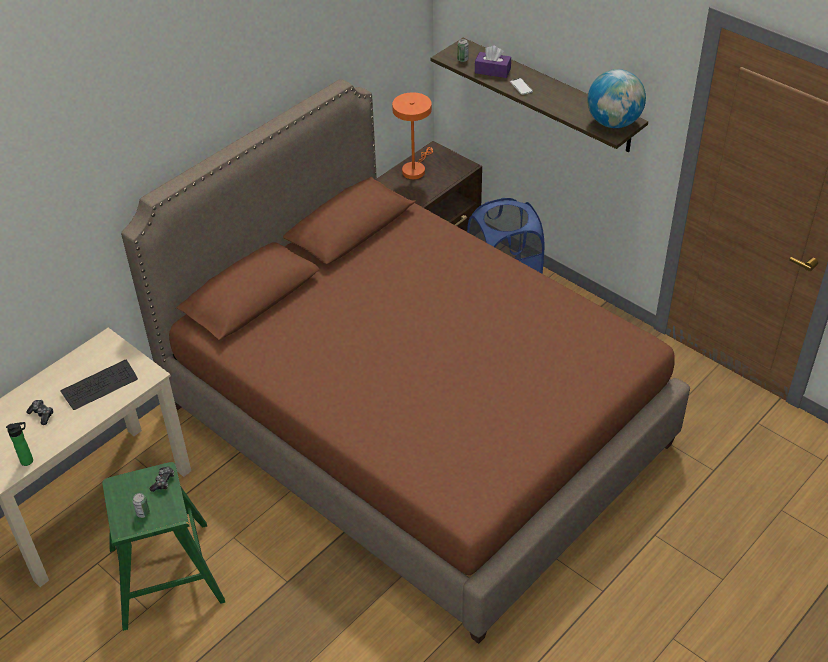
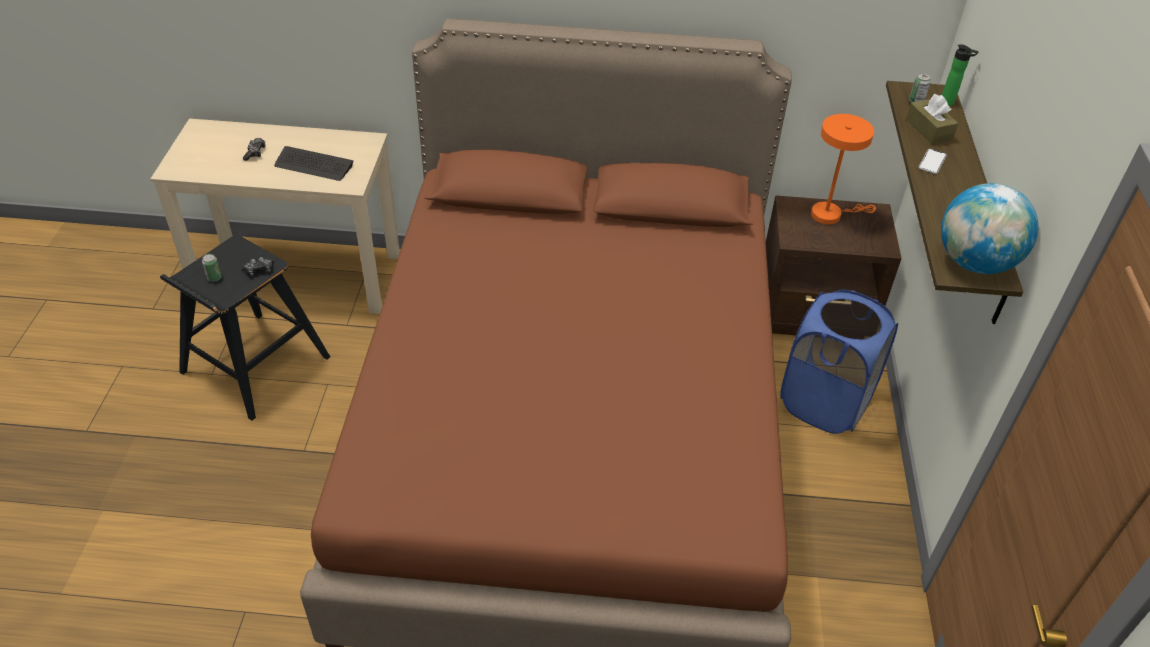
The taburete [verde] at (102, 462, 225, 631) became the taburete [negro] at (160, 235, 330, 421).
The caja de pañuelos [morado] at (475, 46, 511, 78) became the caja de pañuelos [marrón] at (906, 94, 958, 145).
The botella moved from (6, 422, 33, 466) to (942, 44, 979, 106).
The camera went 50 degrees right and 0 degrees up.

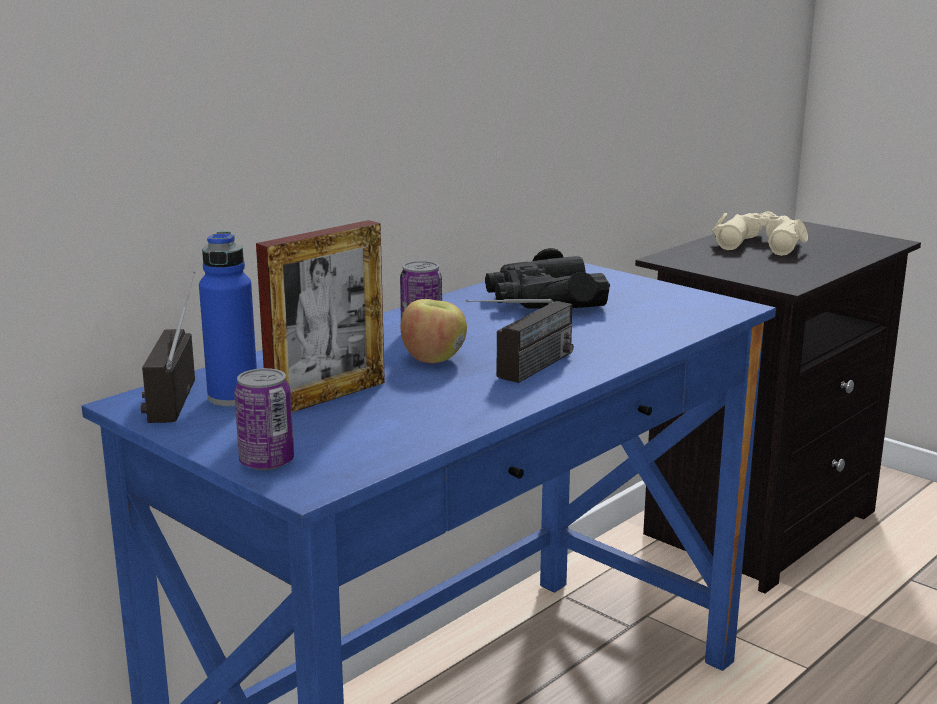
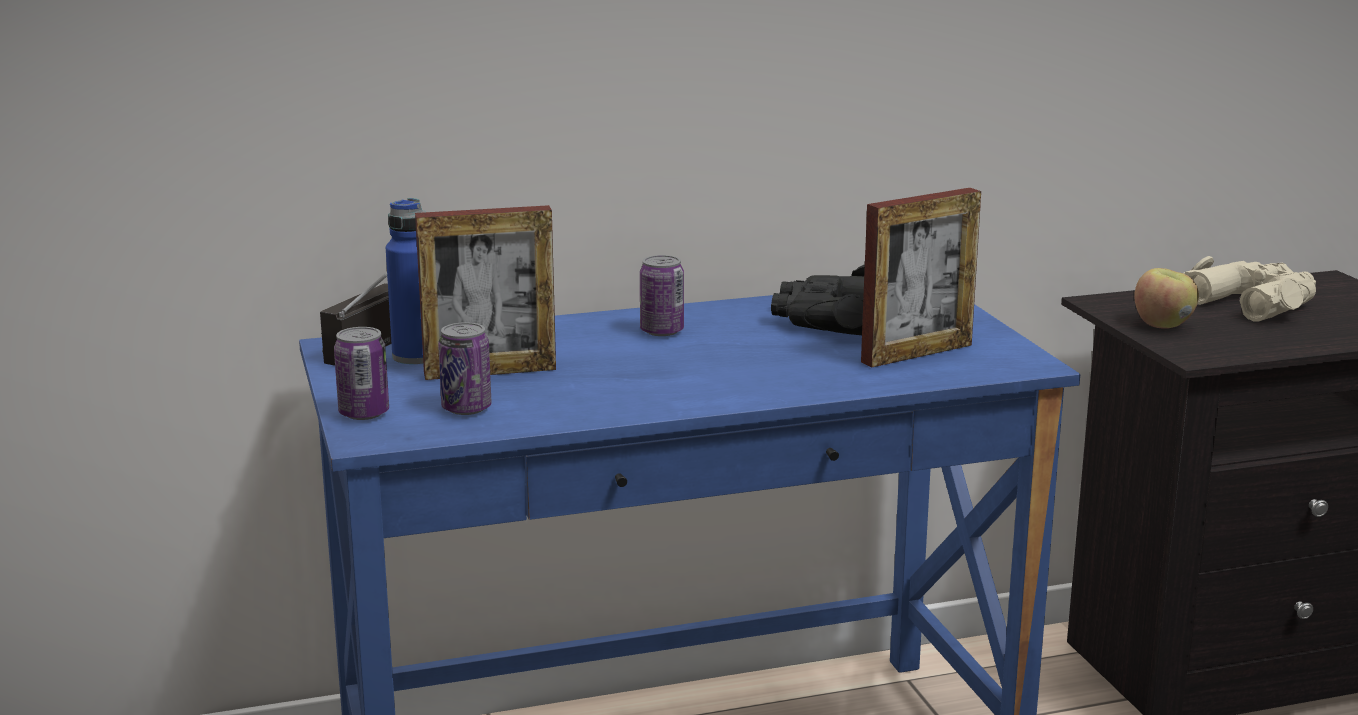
The lata at (438, 322, 492, 415) appeared.
The portarretratos at (861, 188, 981, 367) appeared.
The manzana moved from (400, 299, 467, 364) to (1134, 268, 1199, 329).
The radio at (465, 299, 574, 383) disappeared.
The camera went 30 degrees right and 0 degrees up.

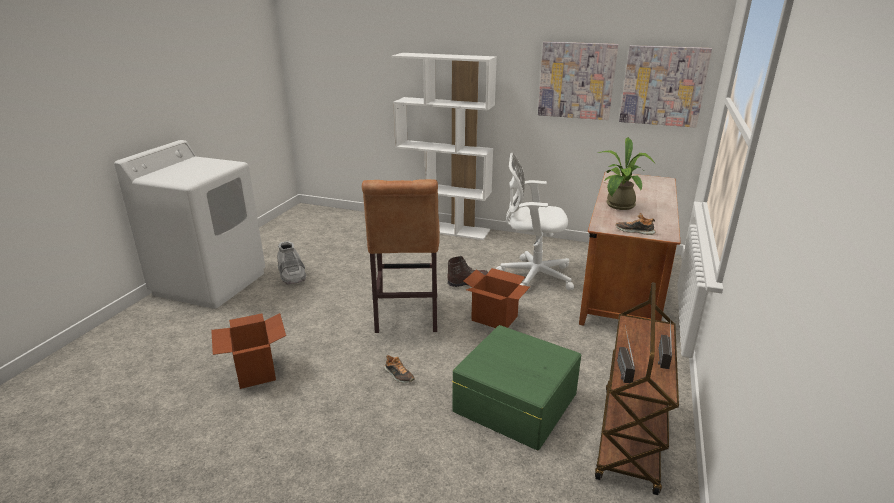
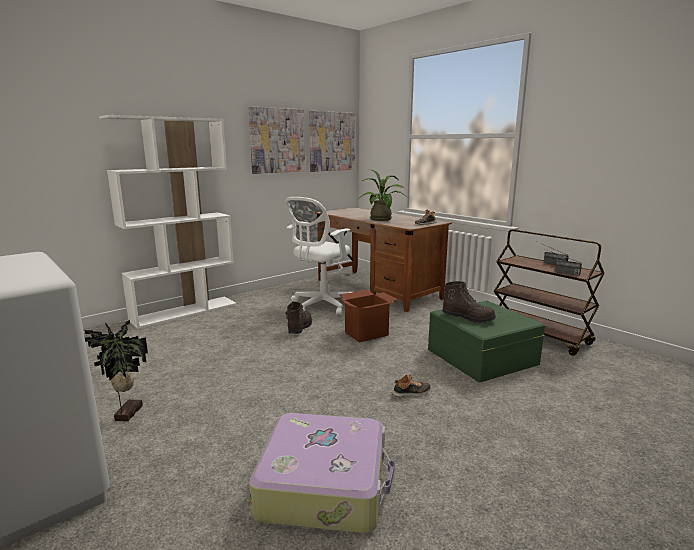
The bota [gris] at (277, 241, 306, 284) was replaced by the planta en maceta at (84, 320, 148, 421).
The caja de cartón at (211, 313, 286, 389) was replaced by the maleta at (249, 413, 395, 533).
The bota [marrón] at (442, 281, 496, 324) appeared.
The taburete [marrón] at (362, 179, 440, 333) disappeared.
The camera went 60 degrees left and 10 degrees down.

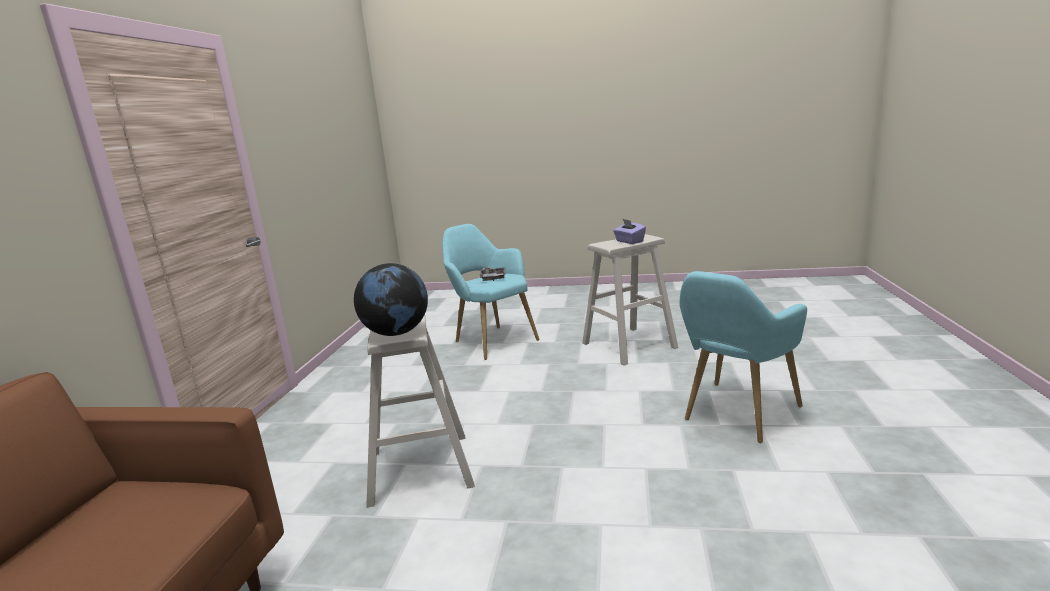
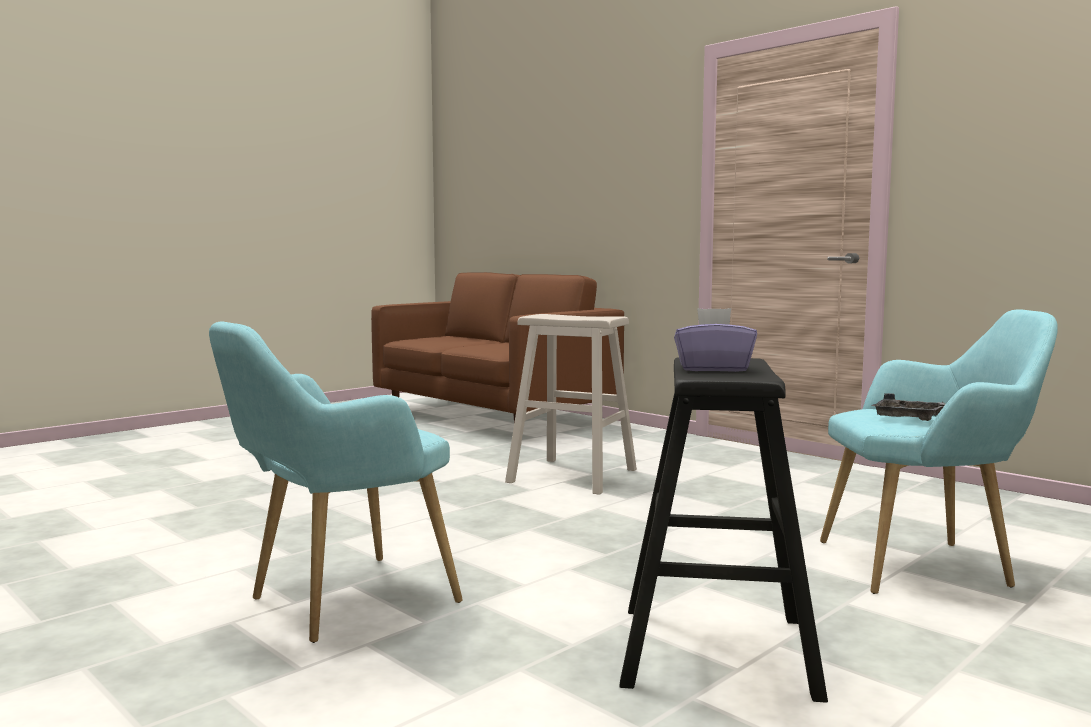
The sillón [turquesa] at (679, 271, 807, 443) turned 120 degrees counterclockwise.
The taburete [beis] at (582, 234, 678, 366) became the taburete [negro] at (619, 357, 828, 703).
The globo terráqueo at (354, 263, 428, 336) disappeared.
The camera went 125 degrees right and 10 degrees down.

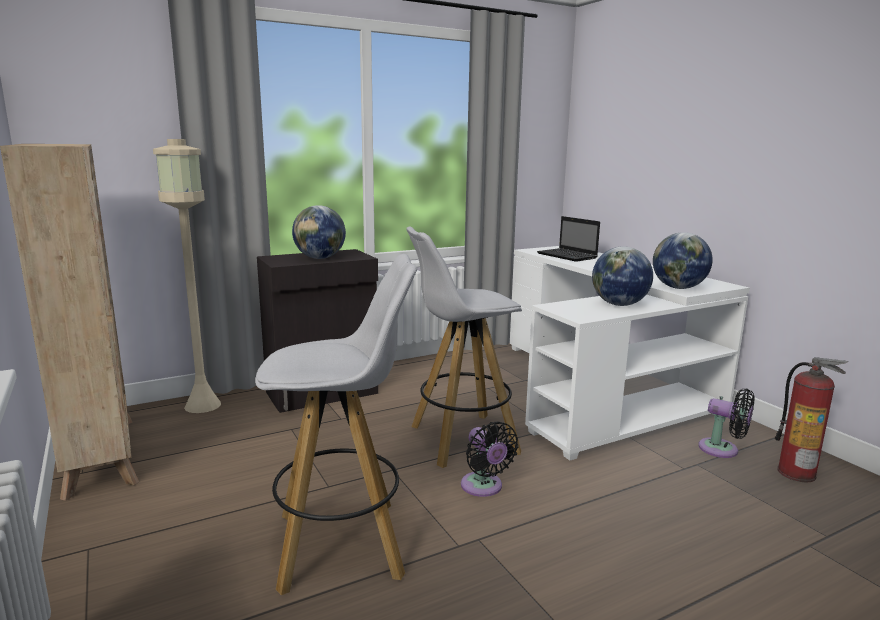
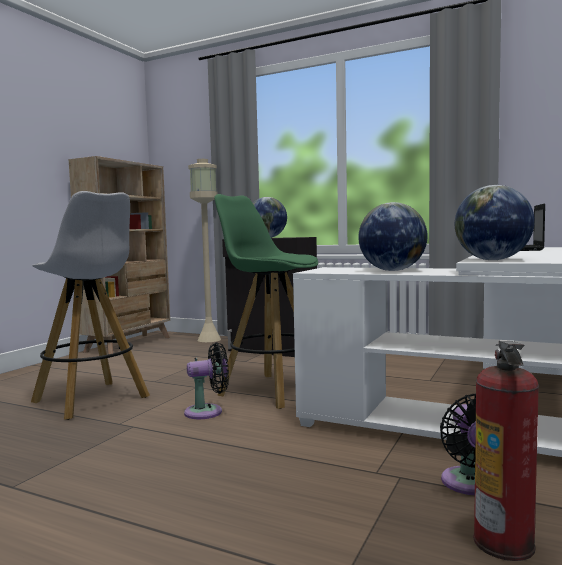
The ventilador [negro] at (461, 422, 519, 497) turned 135 degrees counterclockwise.
The taburete [blanco] at (406, 227, 522, 468) became the taburete [verde] at (214, 194, 318, 409).
The camera went 55 degrees right and 10 degrees down.

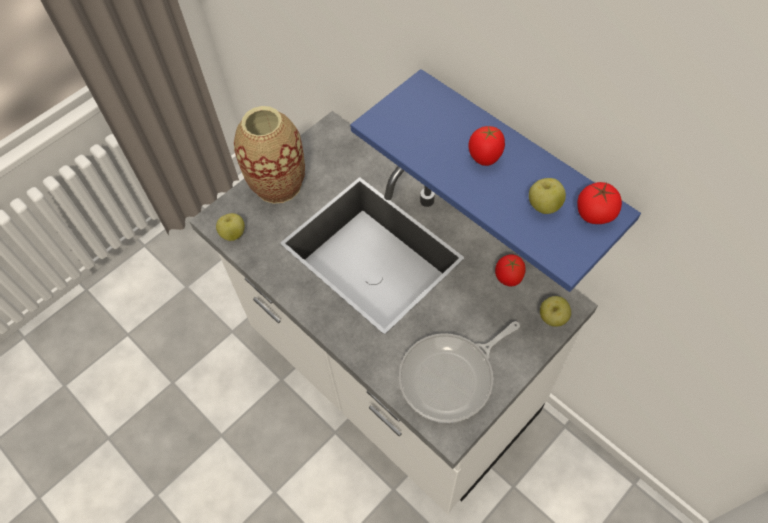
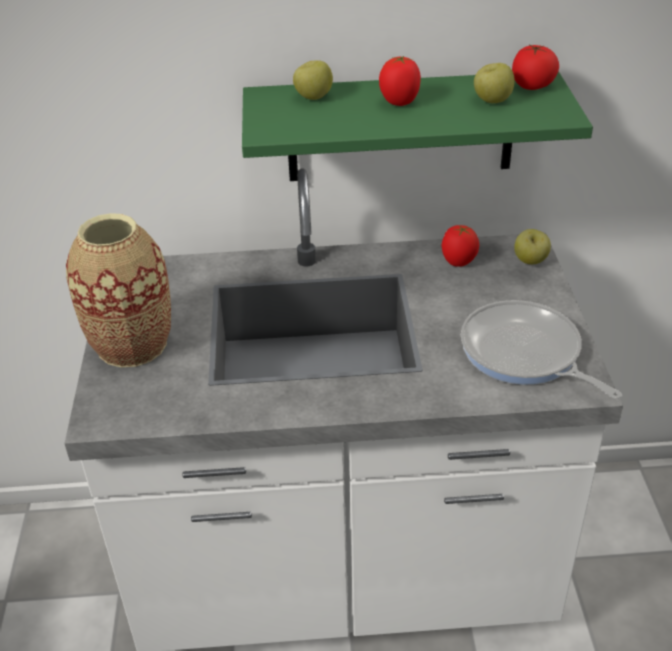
The estante [azul] at (350, 69, 641, 292) became the estante [verde] at (242, 71, 593, 181).
The manzana moved from (216, 213, 245, 241) to (293, 60, 333, 100).
The sartén at (399, 321, 520, 423) turned 135 degrees clockwise.
The camera went 50 degrees left and 20 degrees down.

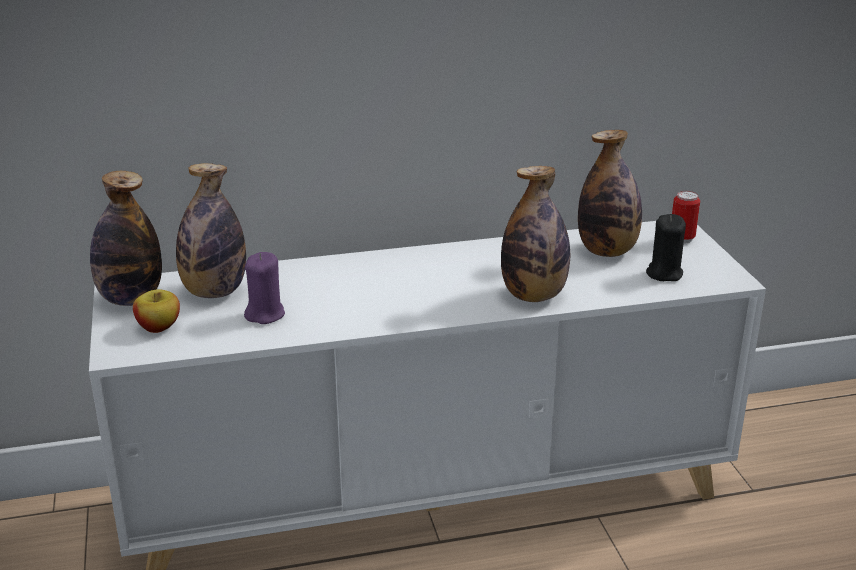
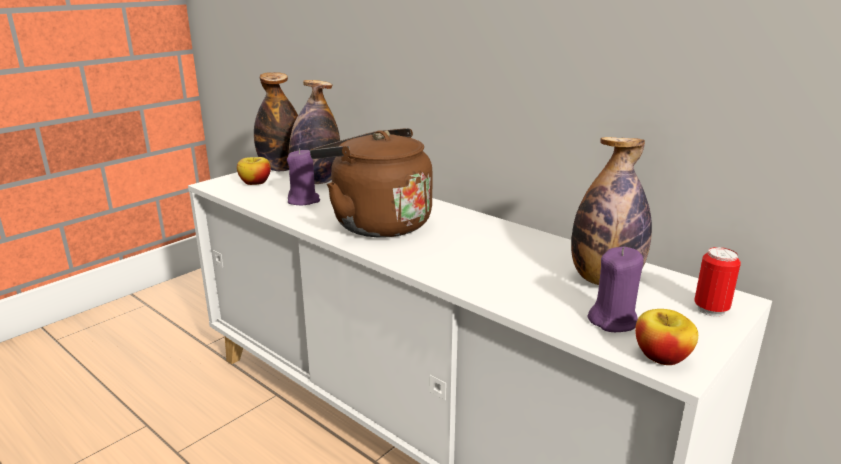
The hervidor [marrón] at (310, 128, 433, 238) appeared.
The vela [negro] at (646, 214, 686, 281) became the vela [morado] at (588, 247, 643, 332).
The manzana at (635, 309, 698, 365) appeared.
The botella at (501, 166, 570, 302) disappeared.
The camera went 55 degrees right and 5 degrees down.

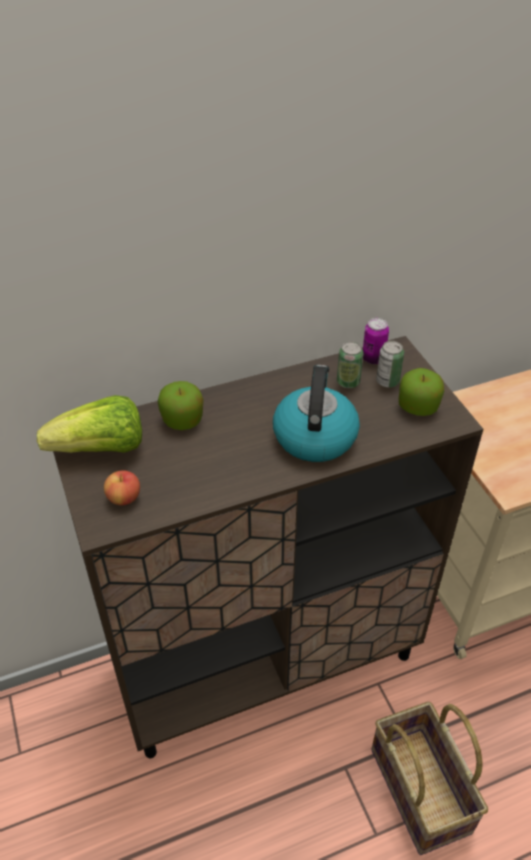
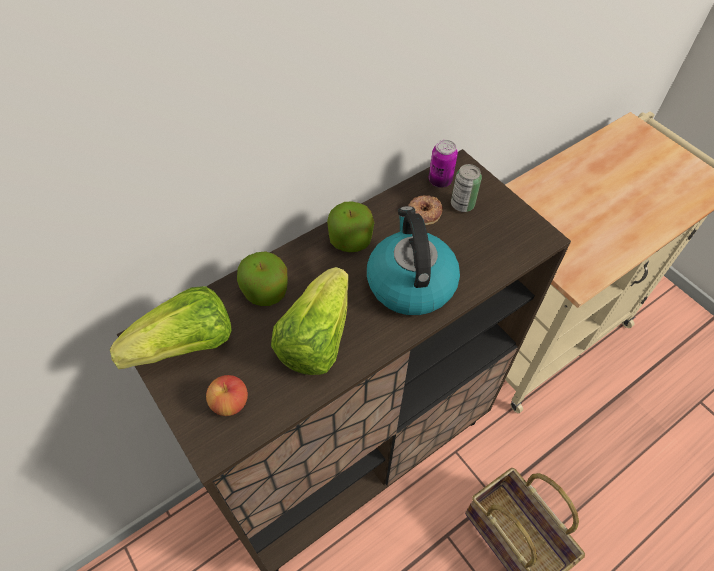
The lechuga at (271, 267, 349, 375) appeared.
The manzana moved from (399, 368, 444, 416) to (327, 201, 374, 252).
The lata at (337, 341, 364, 388) was replaced by the rosquilla at (408, 195, 443, 225).
The camera went 15 degrees left and 10 degrees up.

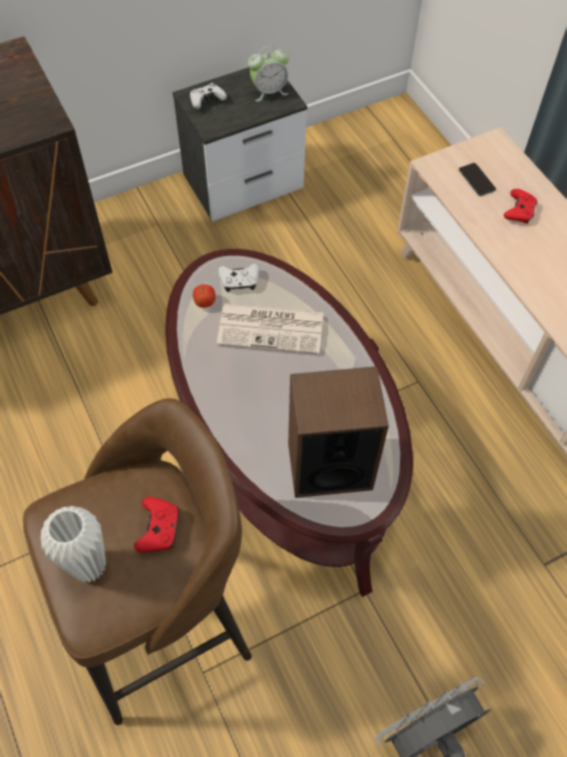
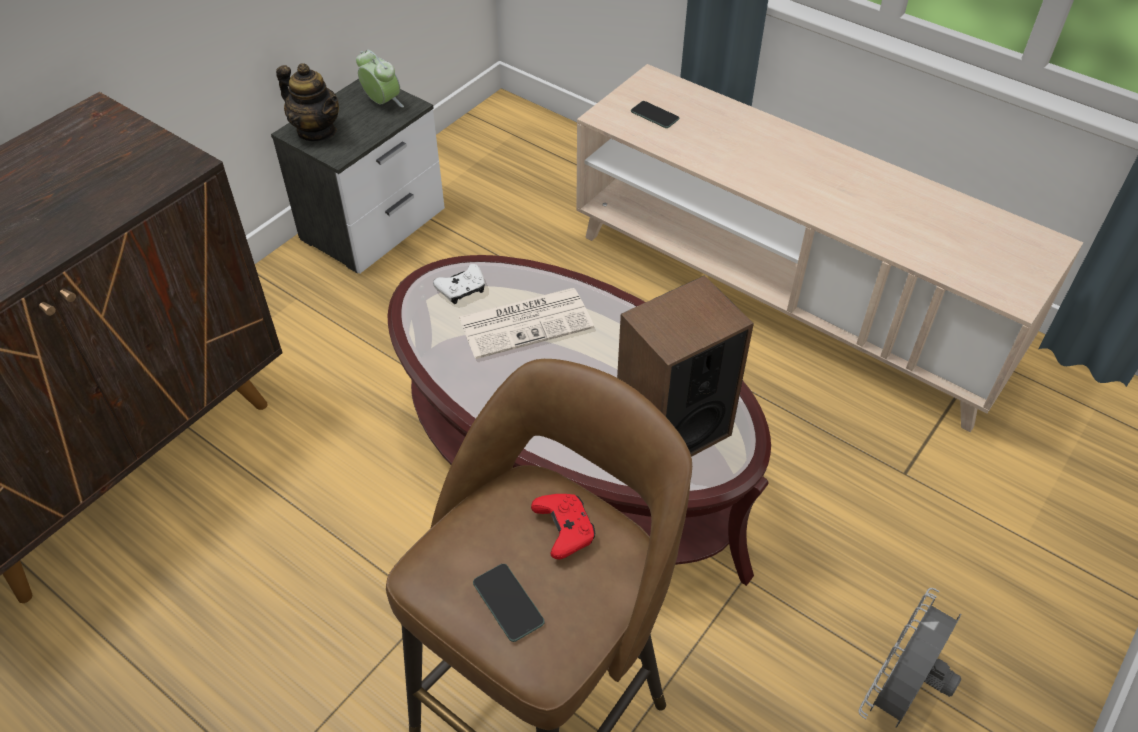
The mando de consola [blanco] at (190, 83, 227, 109) was replaced by the tetera at (276, 63, 339, 141).
The despertador at (248, 46, 289, 102) turned 90 degrees counterclockwise.
The florero [blanco] at (41, 506, 106, 583) was replaced by the móvil at (473, 564, 545, 642).
The manzana at (193, 284, 216, 308) disappeared.
The mando de consola [rojo] at (504, 189, 537, 224) disappeared.
The camera went 25 degrees left and 10 degrees down.

